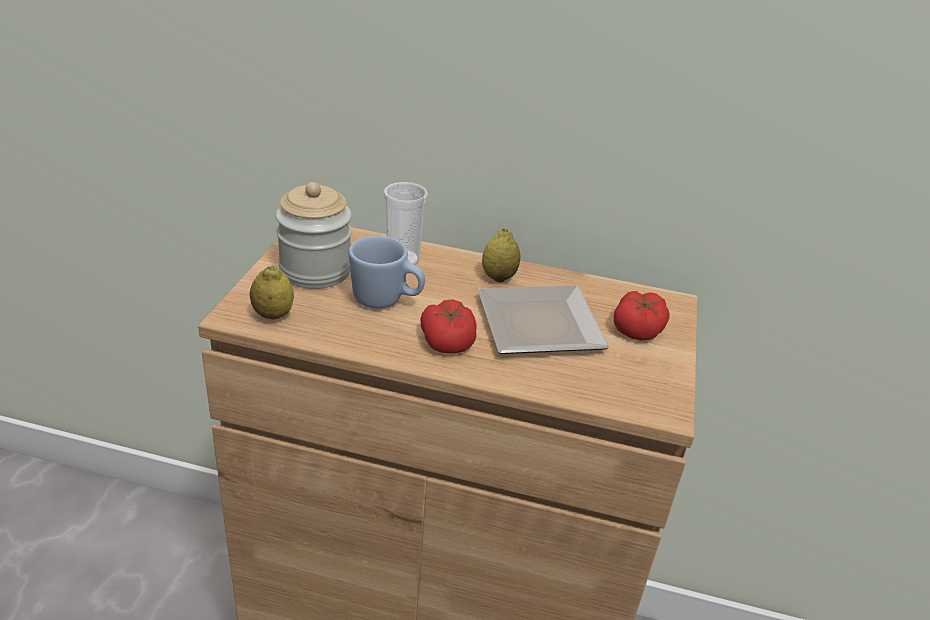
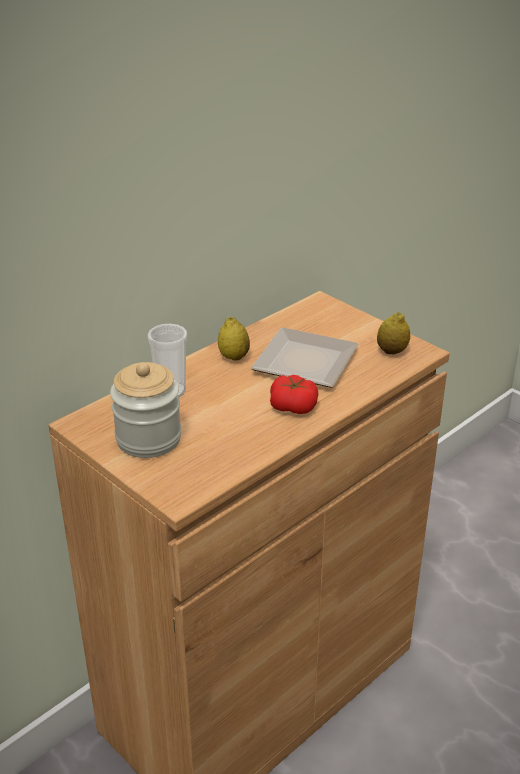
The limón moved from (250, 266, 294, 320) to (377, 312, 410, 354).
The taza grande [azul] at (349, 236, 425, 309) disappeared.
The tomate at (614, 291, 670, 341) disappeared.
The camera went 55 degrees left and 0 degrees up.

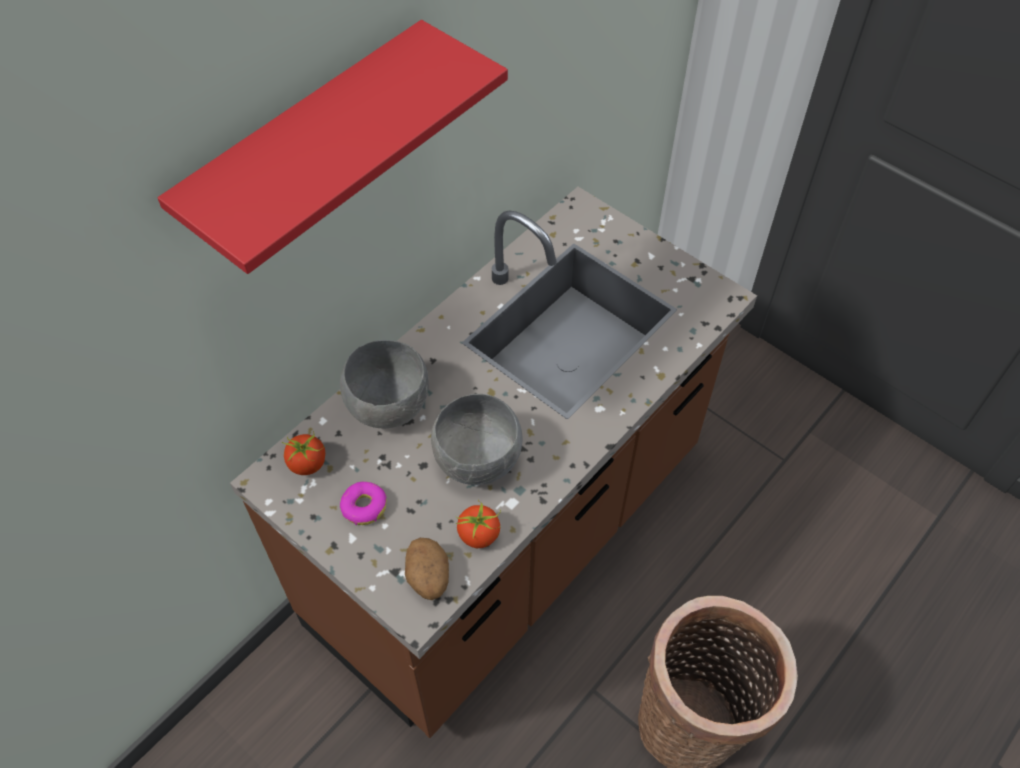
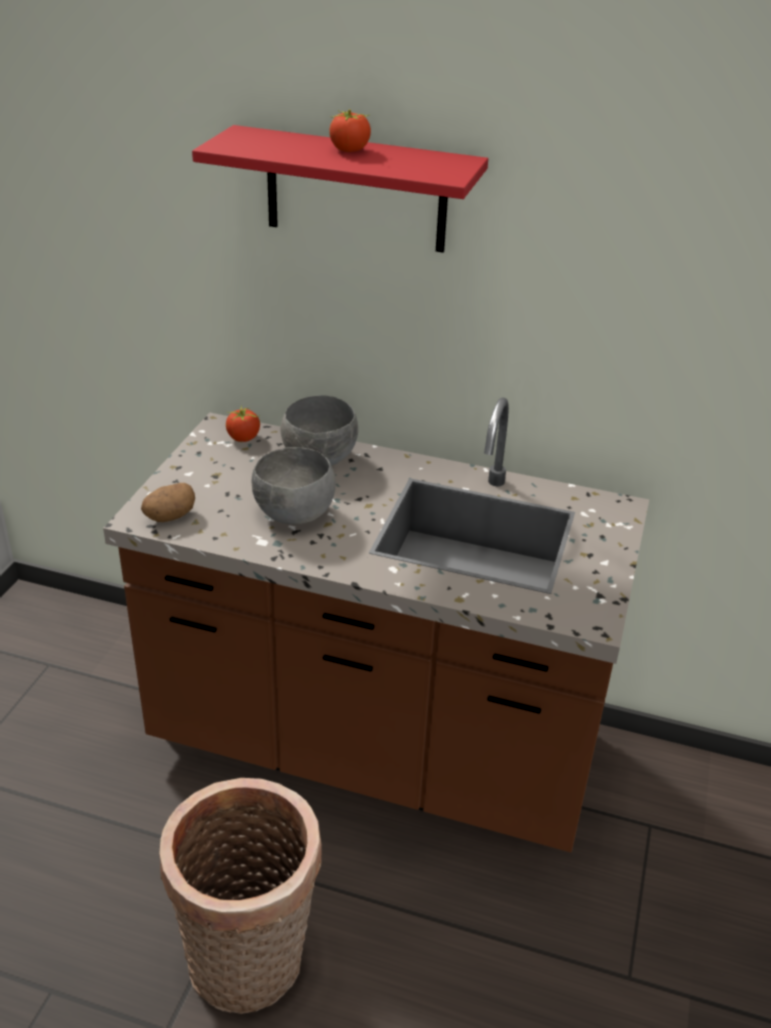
The tomate moved from (456, 500, 501, 548) to (329, 110, 371, 152).
The rosquilla at (340, 482, 387, 525) disappeared.
The camera went 65 degrees right and 20 degrees down.

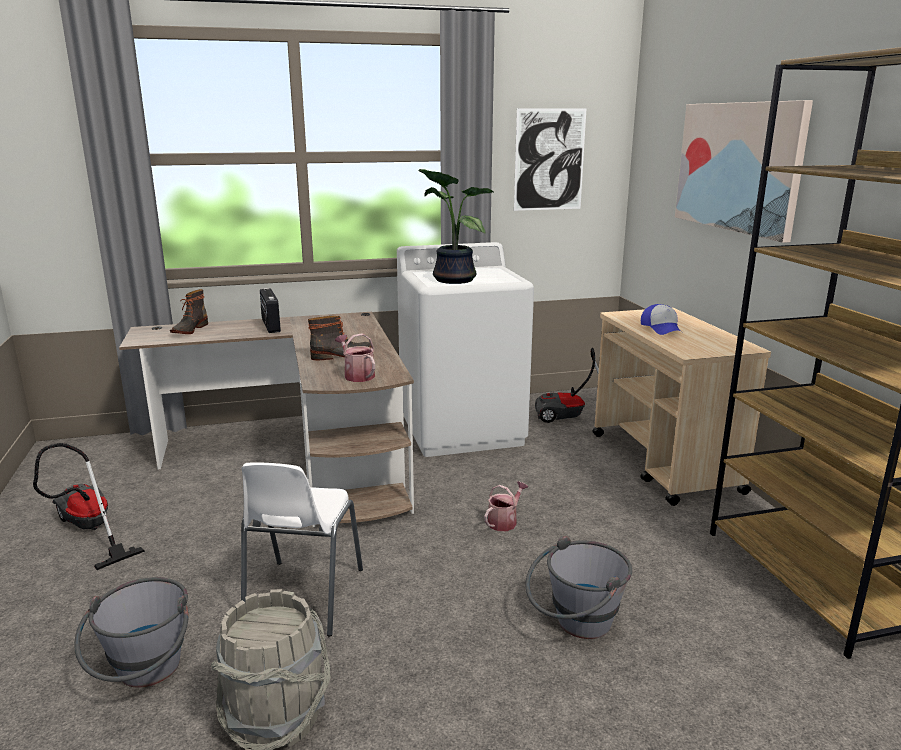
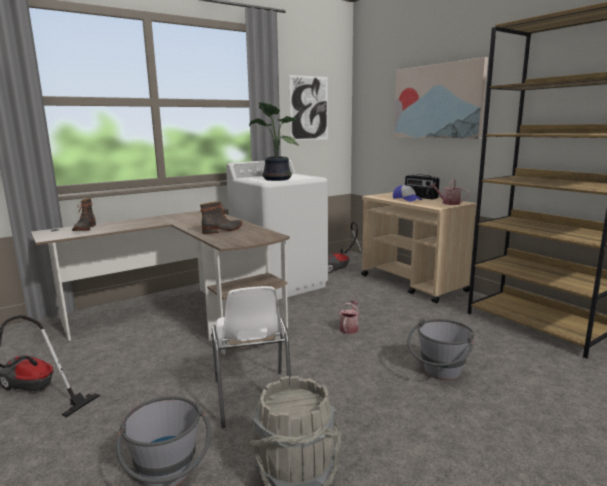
The radio moved from (260, 288, 281, 333) to (405, 174, 439, 199).
The regadera moved from (335, 333, 375, 382) to (430, 179, 470, 205).
The camera went 20 degrees left and 5 degrees down.

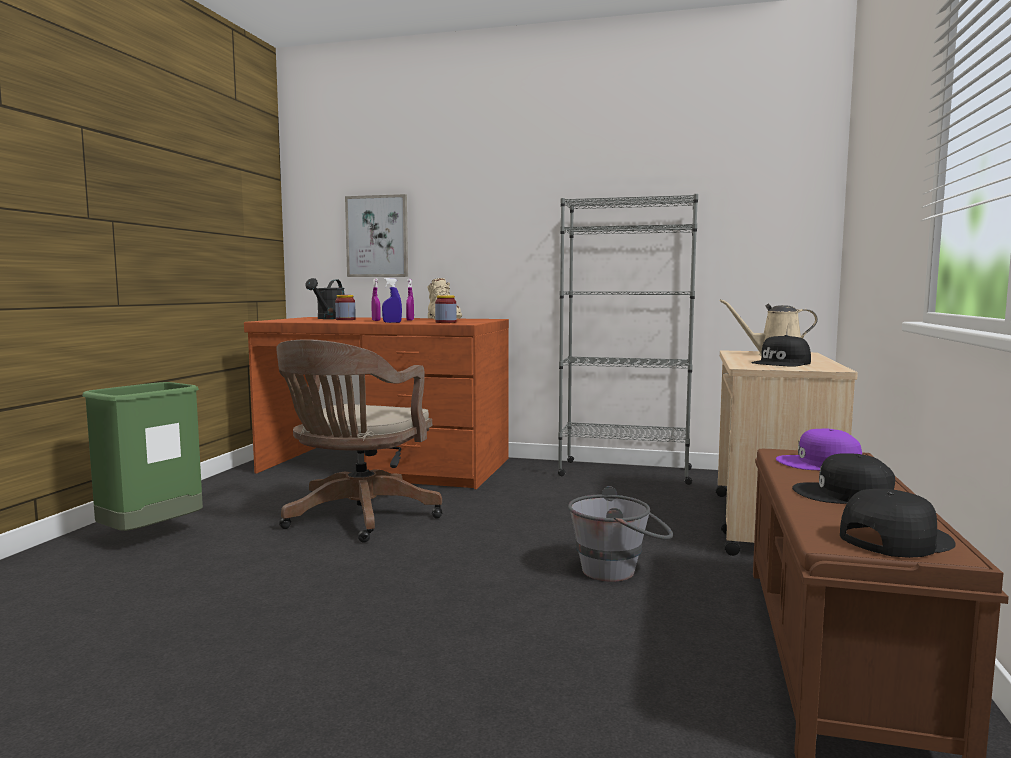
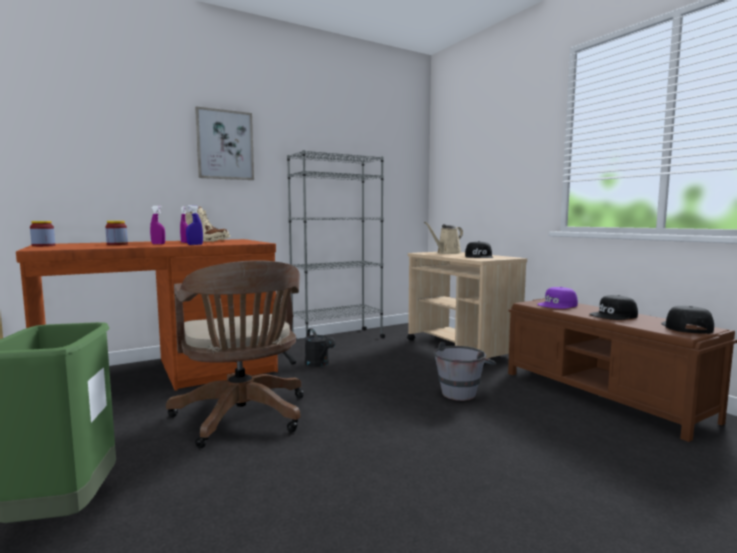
The tarro moved from (435, 295, 457, 323) to (30, 221, 55, 247).
The cuadro moved from (345, 194, 408, 277) to (195, 106, 254, 180).
The regadera [negro] moved from (305, 278, 345, 319) to (305, 328, 336, 367).
The camera went 45 degrees left and 0 degrees up.

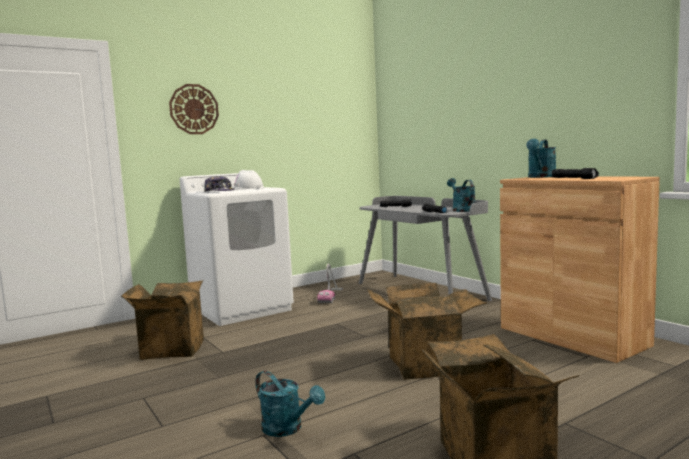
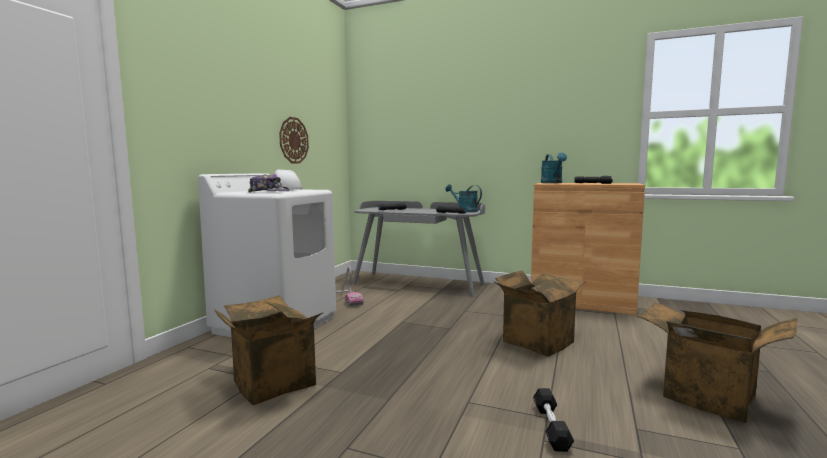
The reloj de pared moved from (169, 84, 219, 134) to (279, 117, 309, 164).
The regadera [turquesa] at (255, 371, 325, 437) was replaced by the mancuerna [negro] at (533, 388, 574, 452).
The camera went 35 degrees left and 0 degrees up.

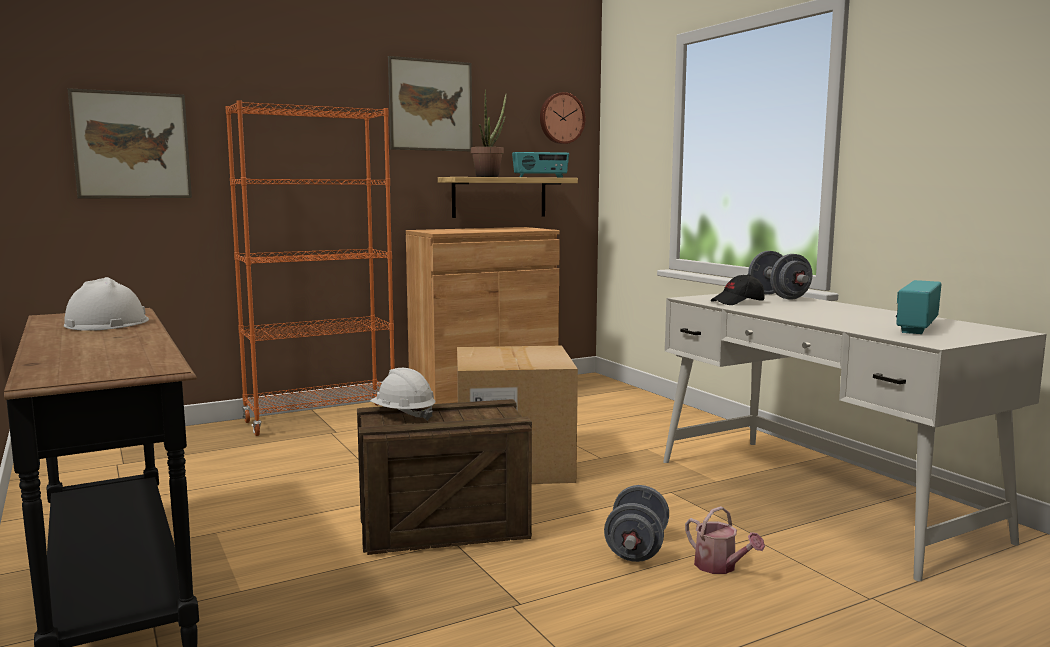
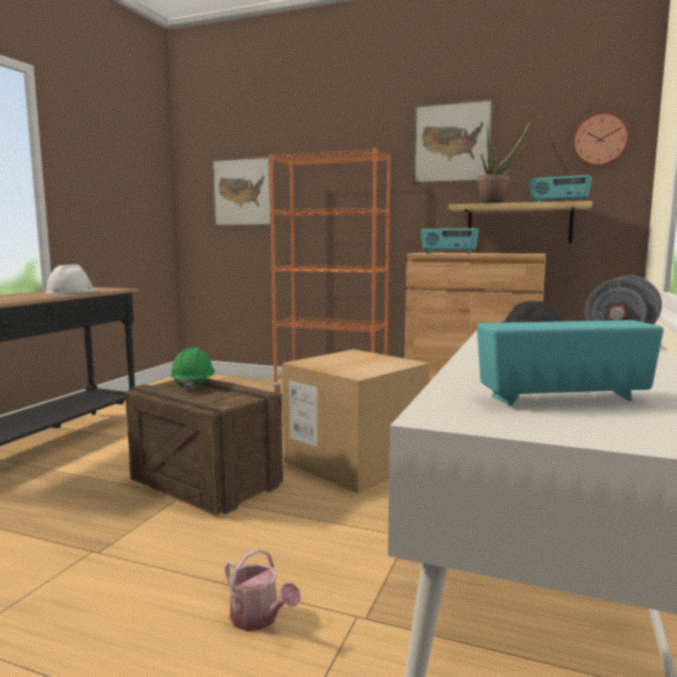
The casco [blanco] at (370, 368, 435, 421) became the casco [verde] at (170, 347, 215, 392).
The regadera at (685, 506, 765, 574) turned 60 degrees counterclockwise.
The radio at (421, 228, 479, 254) appeared.
The mancuerna [gris] at (604, 485, 669, 562) disappeared.
The camera went 50 degrees right and 0 degrees up.

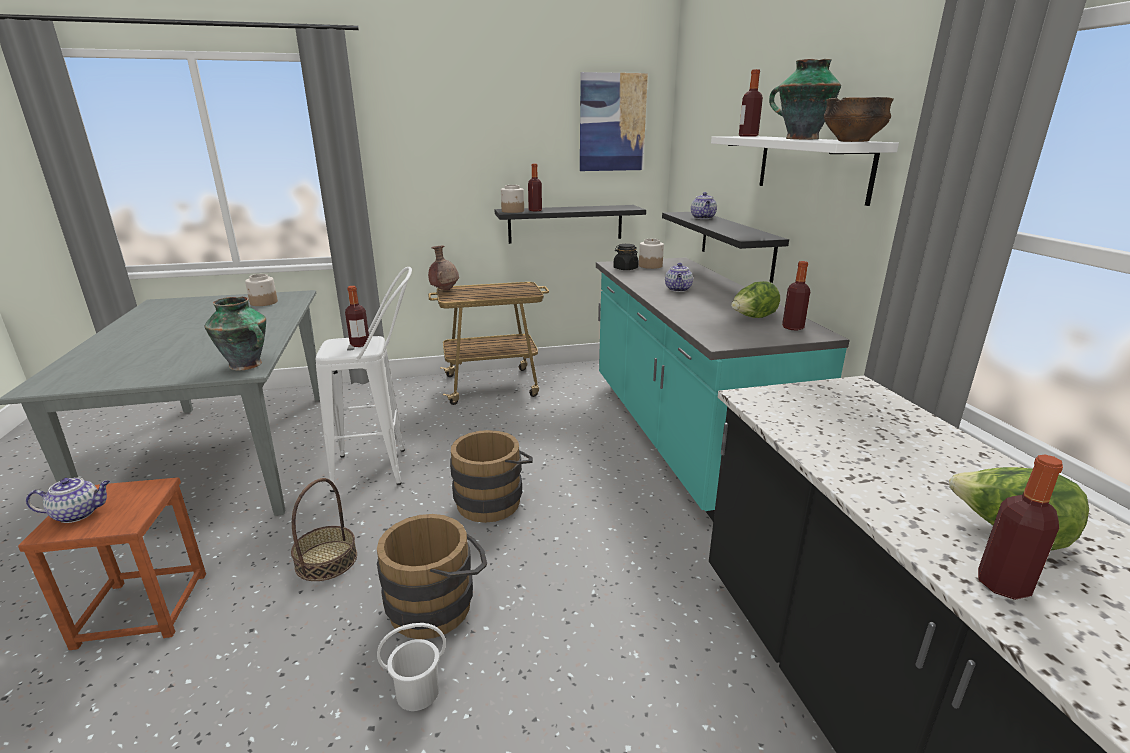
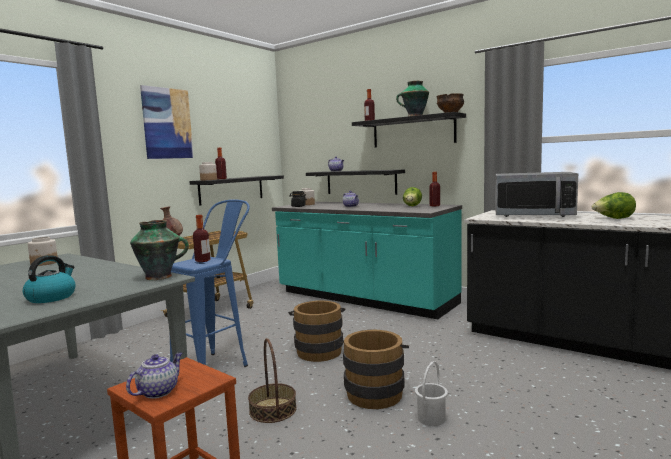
The hervidor at (23, 255, 76, 303) appeared.
The cuadro moved from (580, 72, 648, 171) to (140, 85, 194, 159).
The taburete [blanco] at (316, 267, 412, 492) became the taburete [azul] at (170, 199, 250, 367).
The estante [blanco] at (711, 136, 899, 206) became the estante [negro] at (352, 112, 466, 147).
The microondas at (495, 172, 578, 217) appeared.
The botella at (978, 455, 1063, 600) disappeared.
The camera went 40 degrees left and 15 degrees down.

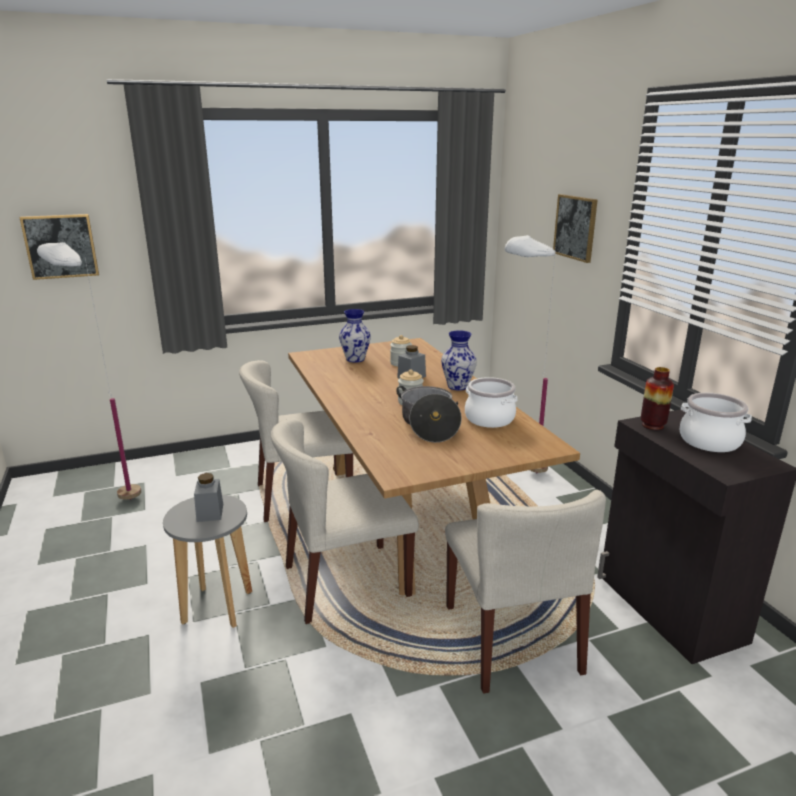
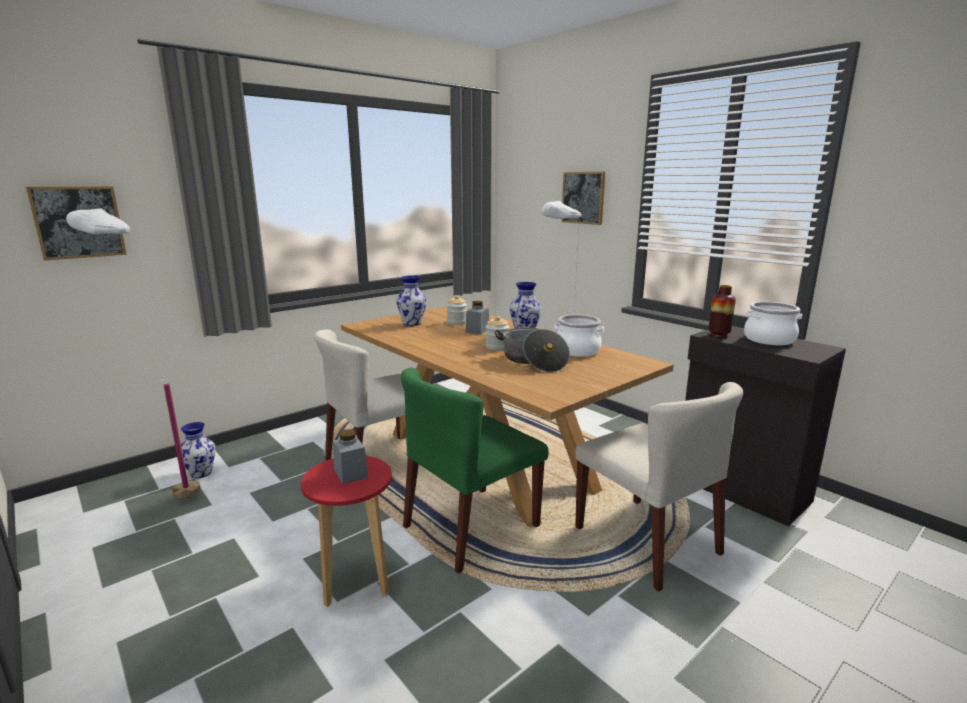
The florero at (181, 422, 216, 478) appeared.
The taburete [gris] at (163, 494, 252, 628) became the taburete [rojo] at (301, 456, 392, 607).
The silla [beis] at (271, 419, 419, 624) became the silla [verde] at (401, 368, 549, 574).
The camera went 20 degrees left and 5 degrees down.

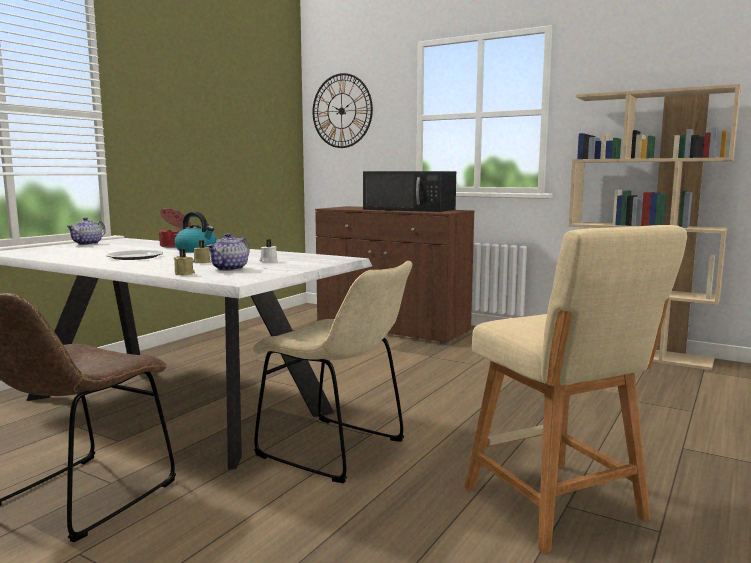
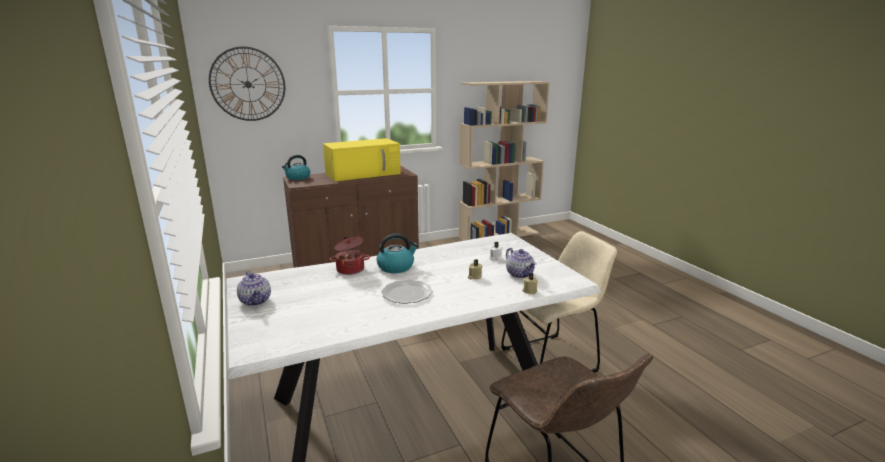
The hervidor at (282, 155, 310, 180) appeared.
The microondas [negro] at (363, 171, 456, 212) became the microondas [amarillo] at (323, 138, 401, 182).
The taburete [beis] at (464, 225, 687, 553) disappeared.
The camera went 55 degrees left and 10 degrees up.

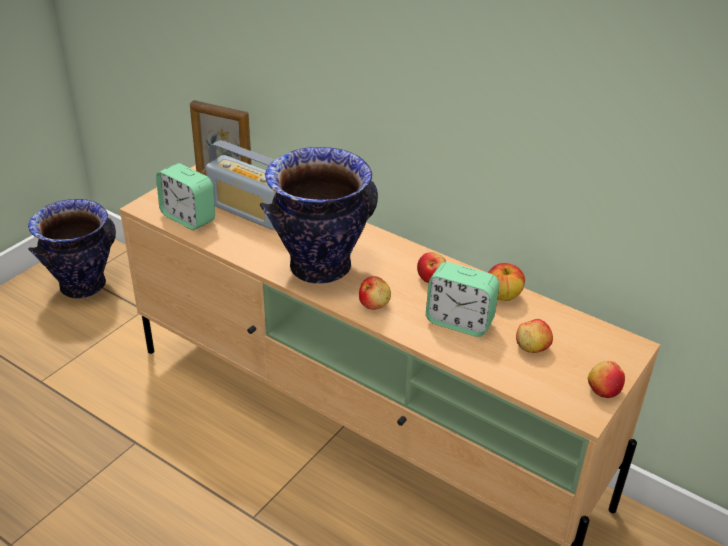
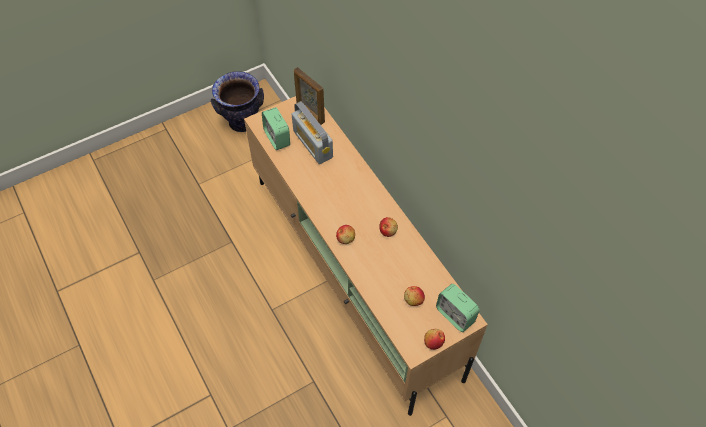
The despertador moved from (426, 262, 499, 337) to (436, 284, 480, 332).
The florero at (260, 147, 378, 284) disappeared.
The manzana at (488, 263, 525, 301) disappeared.
The camera went 25 degrees right and 20 degrees up.

